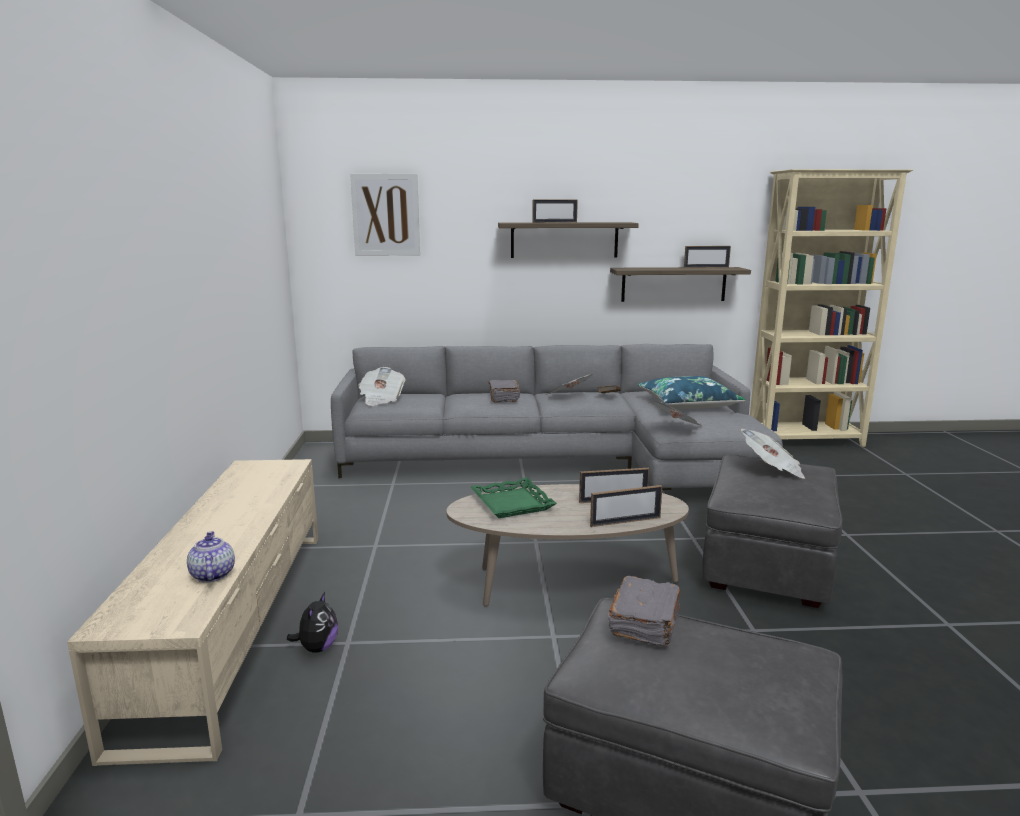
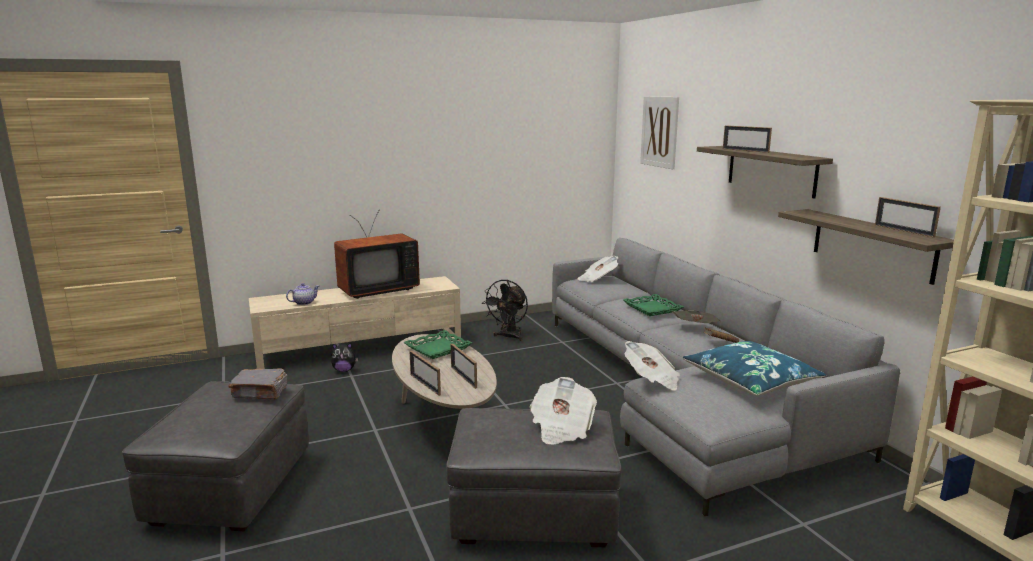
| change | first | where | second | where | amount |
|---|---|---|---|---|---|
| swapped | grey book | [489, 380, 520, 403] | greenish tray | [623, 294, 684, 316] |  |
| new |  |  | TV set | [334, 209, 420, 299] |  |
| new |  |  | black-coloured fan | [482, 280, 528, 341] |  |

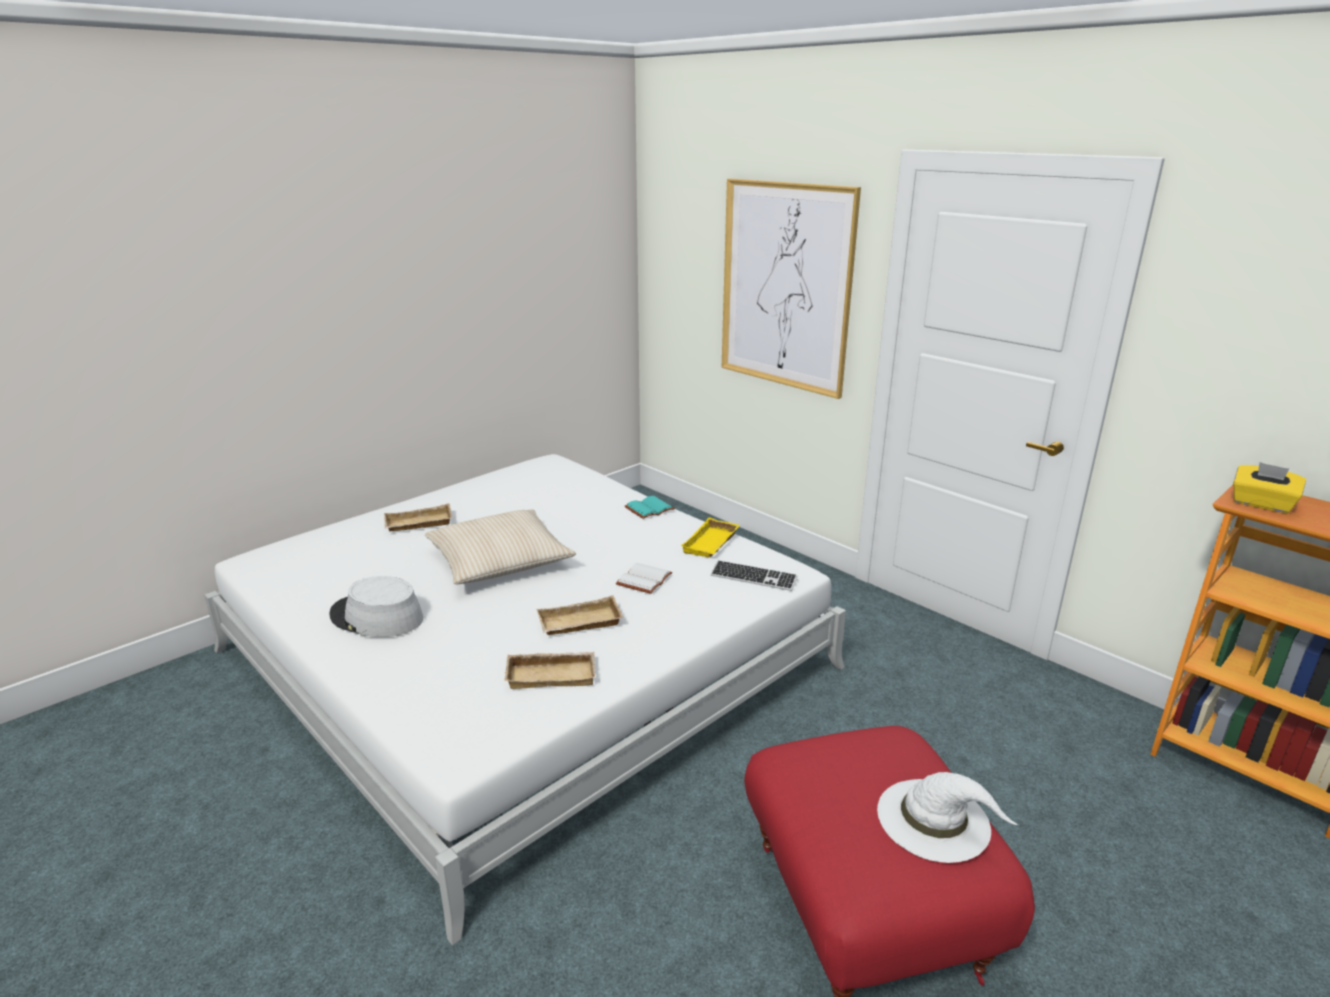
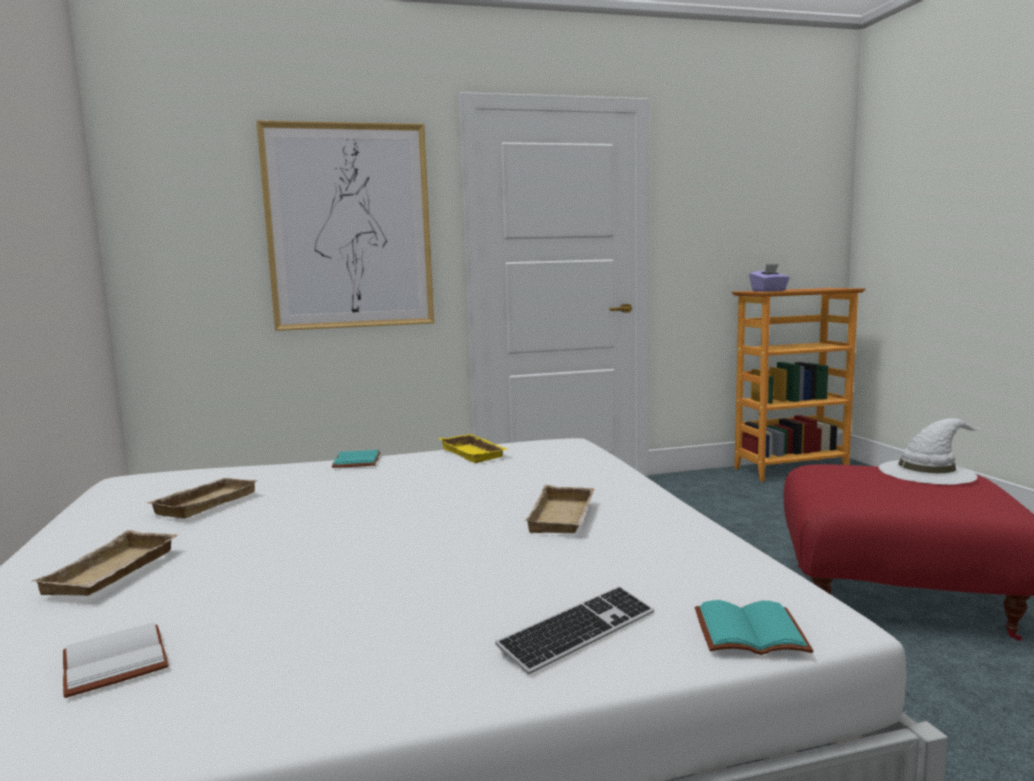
| change | first | where | second | where | amount |
|---|---|---|---|---|---|
| gone | grey wearable hat | [329, 576, 423, 637] |  |  |  |
| gone | beige-coloured pillow | [424, 509, 576, 584] |  |  |  |
| shifted | beige-coloured tray | [504, 652, 595, 689] |  | [146, 478, 257, 518] |  |
| shifted | white-coloured book | [616, 563, 672, 594] |  | [63, 622, 169, 698] |  |
| shifted | computer keyboard | [711, 560, 798, 591] |  | [495, 586, 654, 674] |  |
| repainted | yellowish tissue box | [1233, 462, 1306, 514] | purple-coloured tissue box | [749, 264, 790, 292] |  |
| new |  |  | turquoise book | [695, 600, 813, 655] |  |

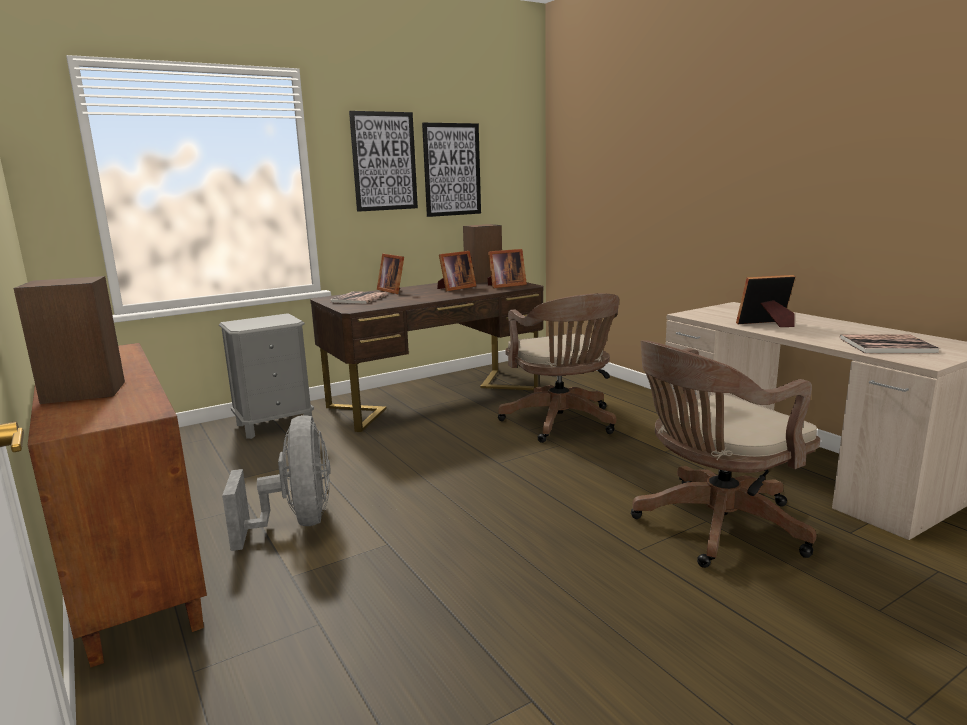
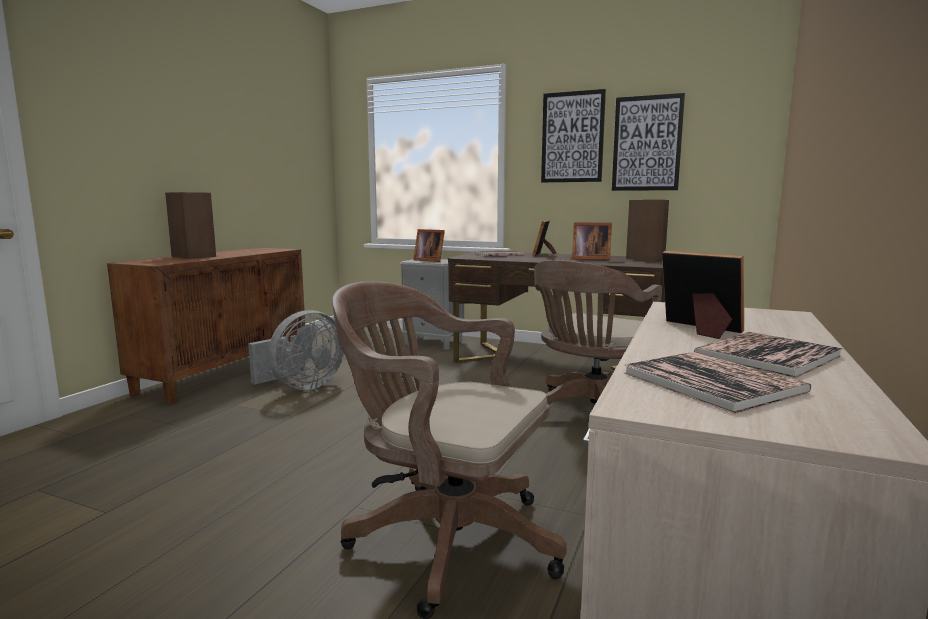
| change | first | where | second | where | amount |
|---|---|---|---|---|---|
| shifted | standing frame | [488, 249, 527, 288] |  | [413, 229, 445, 262] |  |
| new |  |  | book | [694, 332, 843, 378] |  |

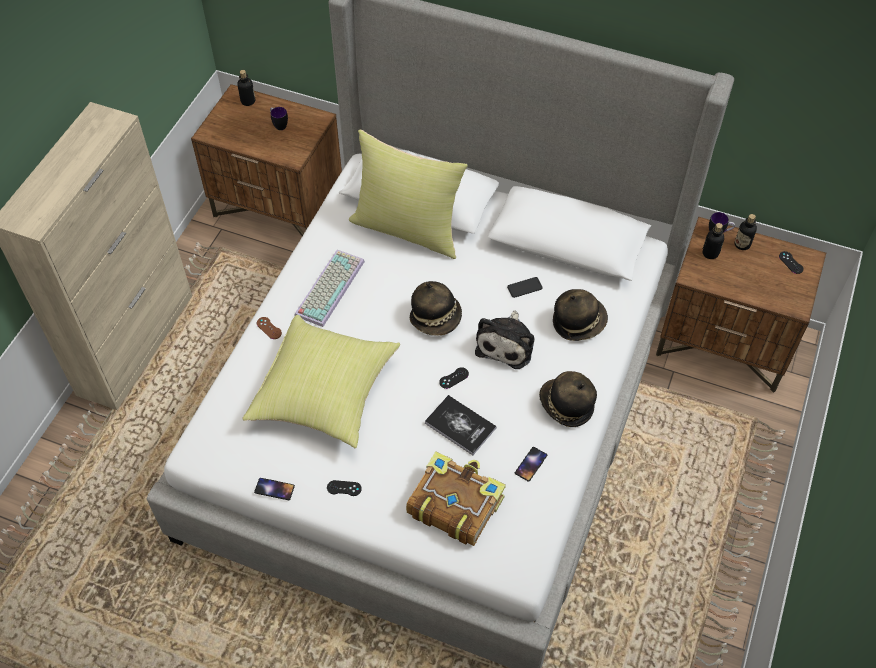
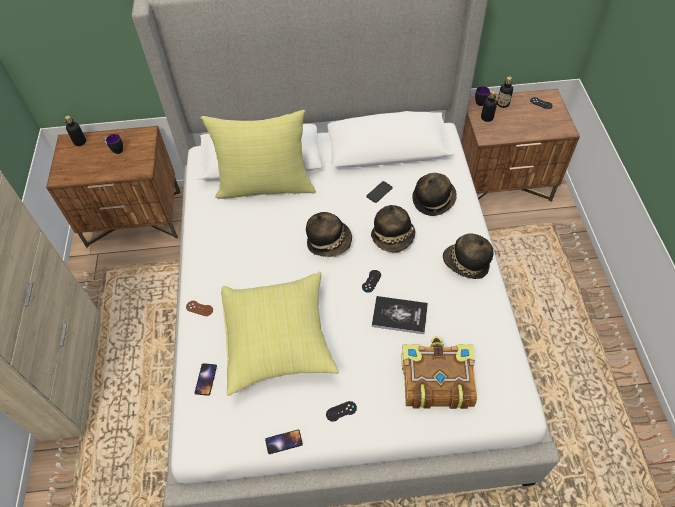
| change | first | where | second | where | amount |
|---|---|---|---|---|---|
| gone | computer keyboard | [295, 249, 365, 327] |  |  |  |
| swapped | soft toy | [475, 310, 535, 369] | wearable hat | [371, 205, 415, 252] |  |
| shifted | phone | [515, 447, 547, 482] |  | [195, 363, 217, 396] |  |

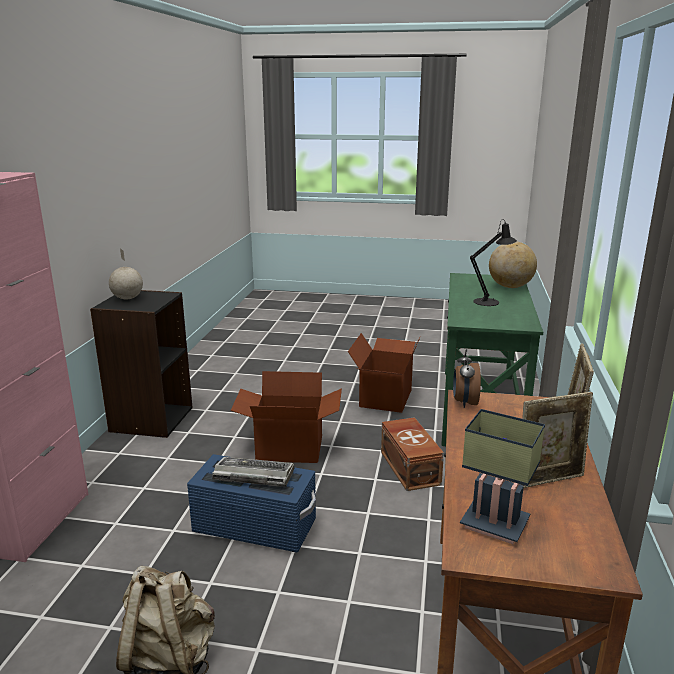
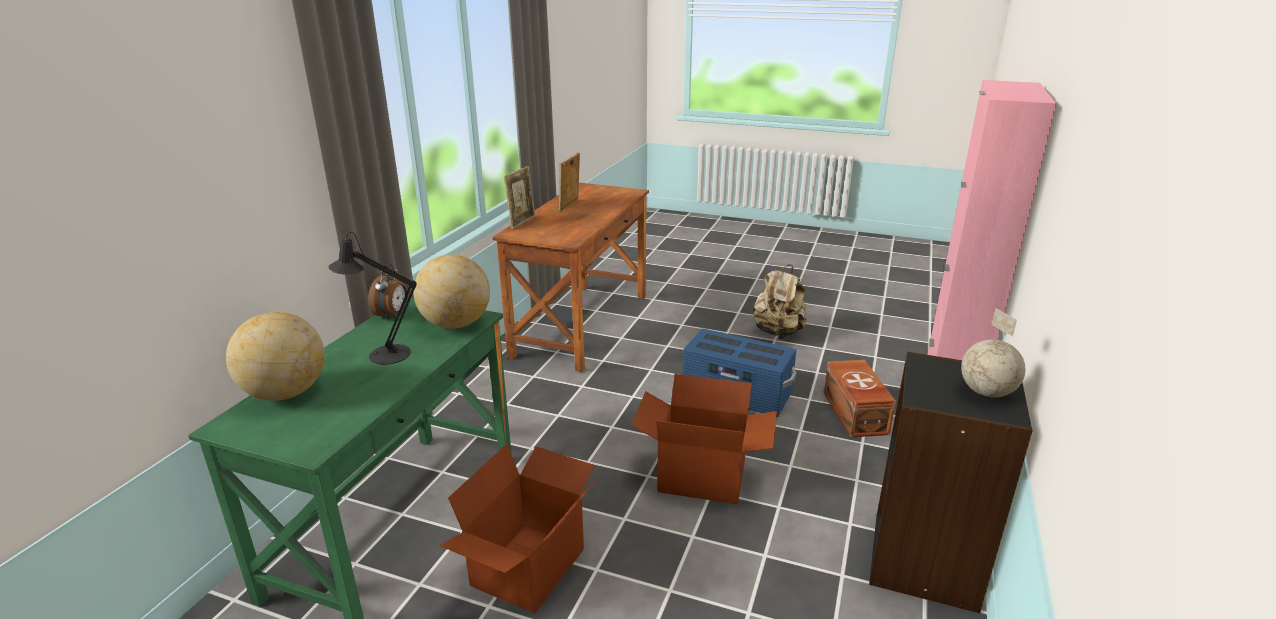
| change | first | where | second | where | amount |
|---|---|---|---|---|---|
| gone | computer keyboard | [212, 457, 294, 487] |  |  |  |
| shifted | brownish storage container | [381, 417, 444, 491] |  | [824, 360, 896, 437] |  |
| shifted | table clock | [453, 349, 481, 408] |  | [368, 264, 407, 320] |  |
| gone | tabletop lamp | [460, 409, 545, 544] |  |  |  |
| rotated | standing frame | [520, 392, 593, 488] |  | [558, 152, 580, 211] | 60 degrees counterclockwise |
| new |  |  | globe | [413, 254, 490, 329] |  |

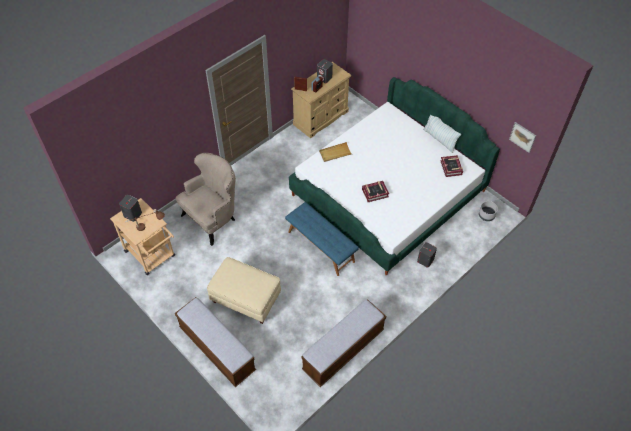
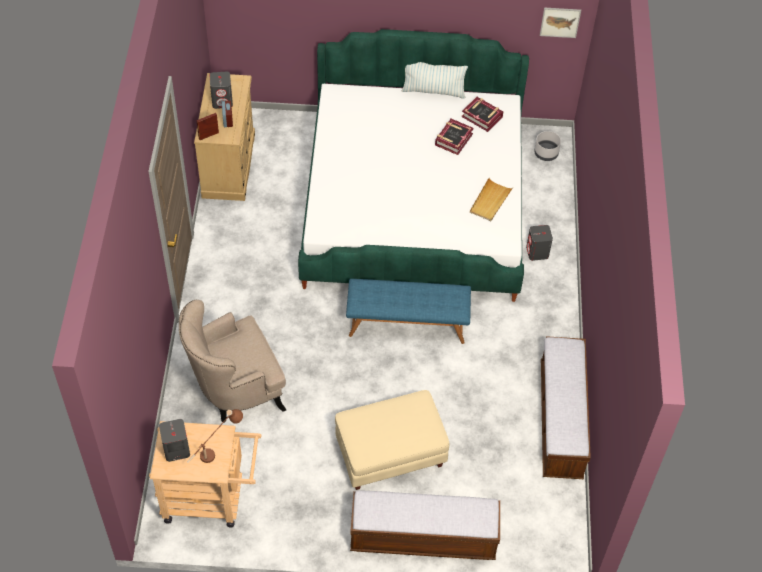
| change | first | where | second | where | amount |
|---|---|---|---|---|---|
| rotated | beige-coloured lounge chair | [176, 153, 236, 246] |  | [179, 300, 286, 422] | 120 degrees counterclockwise |
| shifted | beige-coloured tray | [319, 142, 352, 162] |  | [470, 178, 513, 221] |  |
| shifted | book | [362, 181, 389, 202] |  | [435, 119, 474, 155] |  |

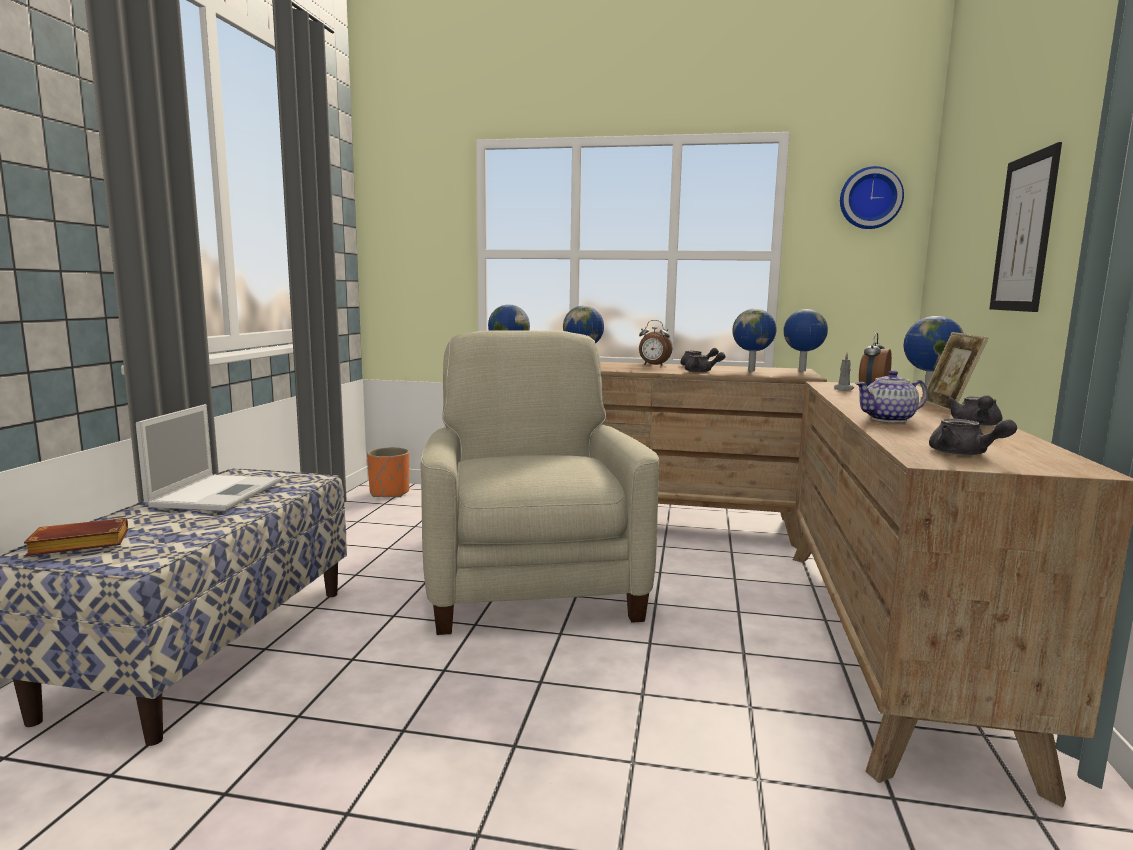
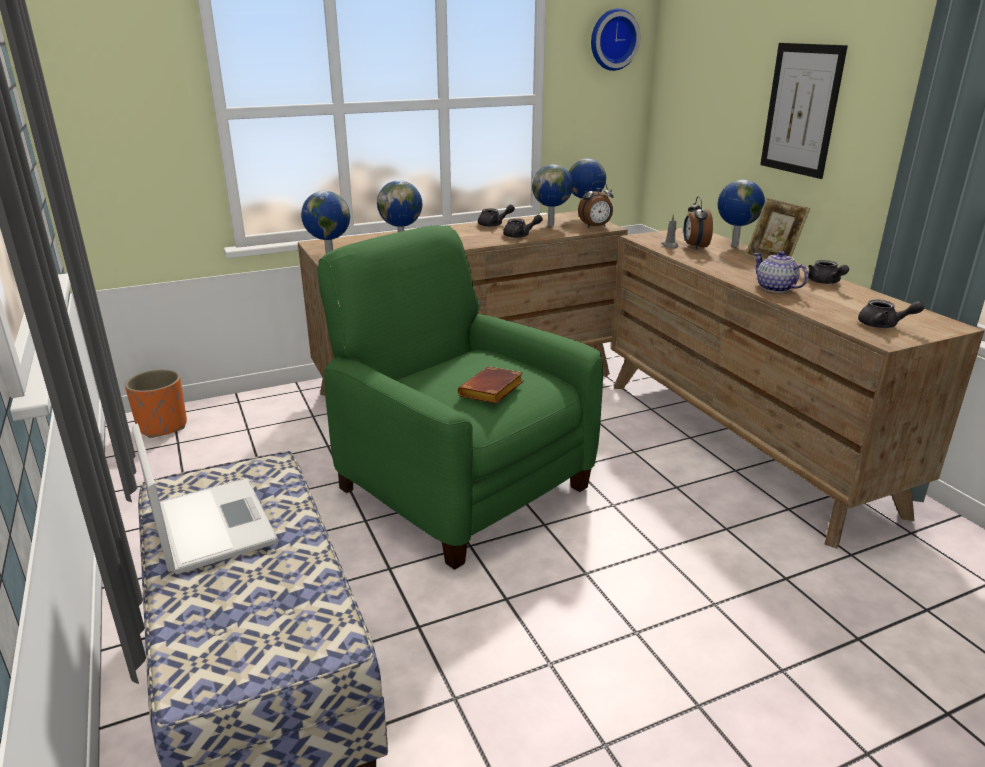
| change | first | where | second | where | amount |
|---|---|---|---|---|---|
| shifted | brownish book | [24, 518, 128, 556] |  | [458, 366, 524, 404] |  |
| repainted | beige-coloured lounge chair | [420, 330, 659, 635] | greenish lounge chair | [318, 225, 603, 570] |  |
| shifted | table clock | [639, 320, 673, 366] |  | [578, 181, 614, 228] |  |
| rotated | tea pot | [855, 370, 928, 423] |  | [753, 251, 808, 293] | 105 degrees clockwise |

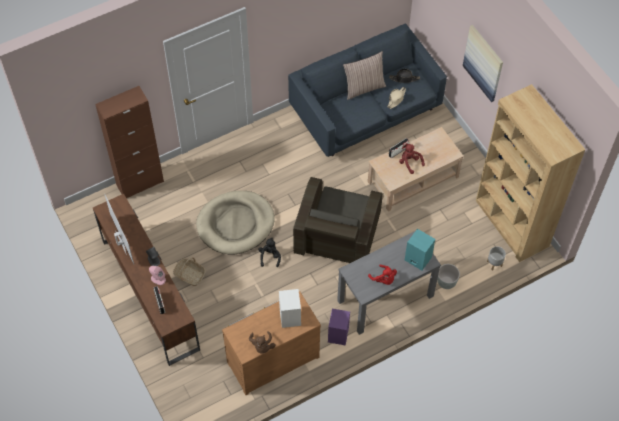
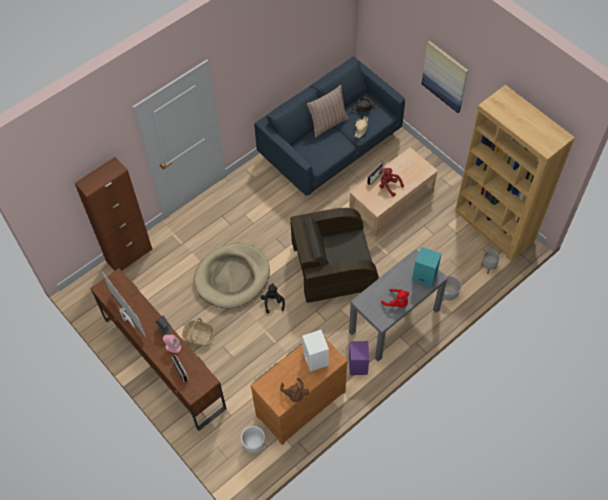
| change | first | where | second | where | amount |
|---|---|---|---|---|---|
| rotated | brownish lounge chair | [293, 177, 383, 263] |  | [290, 208, 379, 303] | 75 degrees clockwise |
| new |  |  | white-coloured flower pot | [241, 426, 265, 453] |  |

